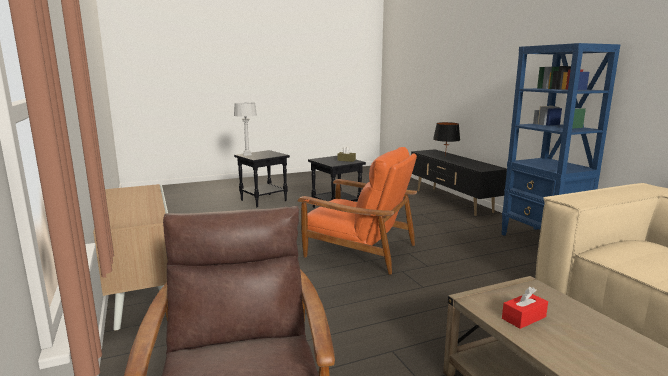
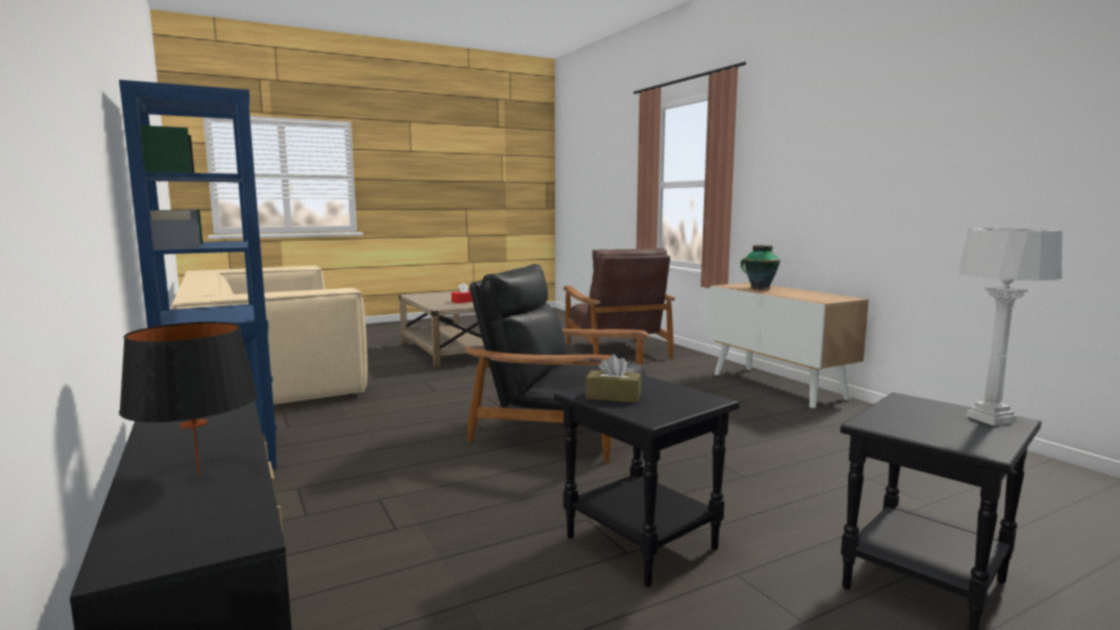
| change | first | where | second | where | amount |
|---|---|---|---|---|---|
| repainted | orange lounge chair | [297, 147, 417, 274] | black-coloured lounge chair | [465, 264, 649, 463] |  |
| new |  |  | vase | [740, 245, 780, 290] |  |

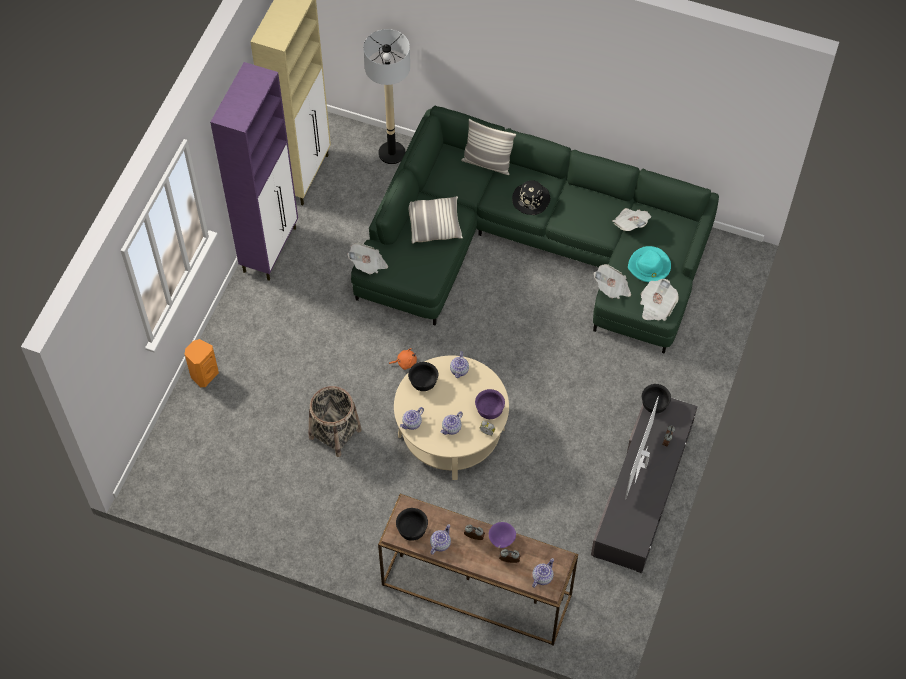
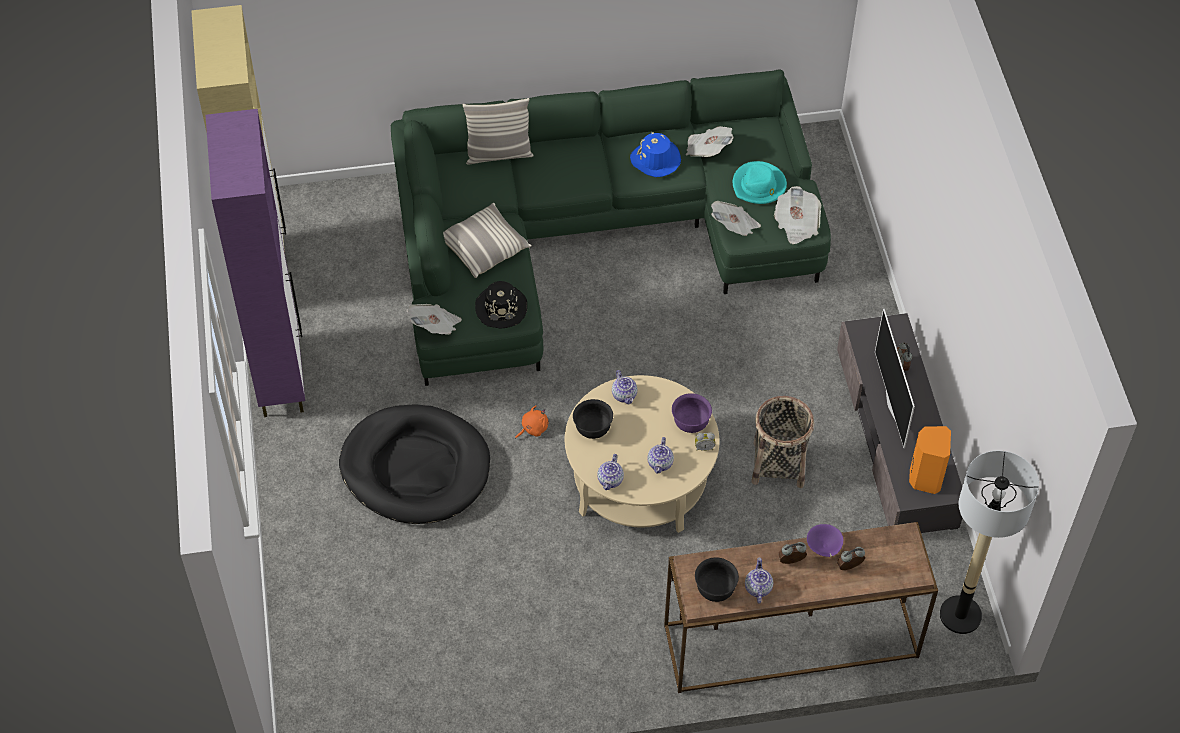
| change | first | where | second | where | amount |
|---|---|---|---|---|---|
| shifted | orange audio speaker | [185, 339, 219, 387] |  | [909, 426, 951, 494] |  |
| shifted | storage basket | [309, 386, 362, 457] |  | [751, 396, 814, 488] |  |
| shifted | standard lamp | [363, 29, 410, 164] |  | [940, 451, 1039, 634] |  |
| shifted | black-coloured wearable hat | [512, 180, 550, 215] |  | [475, 281, 527, 329] |  |
| gone | tea pot | [532, 558, 554, 588] |  |  |  |
| gone | black-coloured serving bowl | [642, 384, 671, 414] |  |  |  |
| new |  |  | black-coloured dog bed | [339, 404, 490, 524] |  |
| new |  |  | blue-coloured wearable hat | [630, 132, 681, 177] |  |

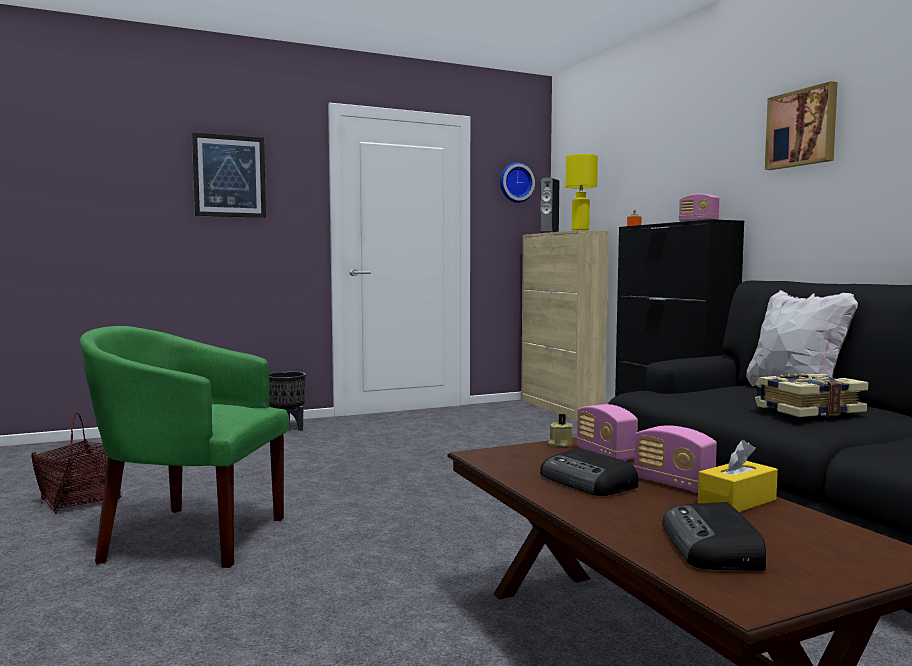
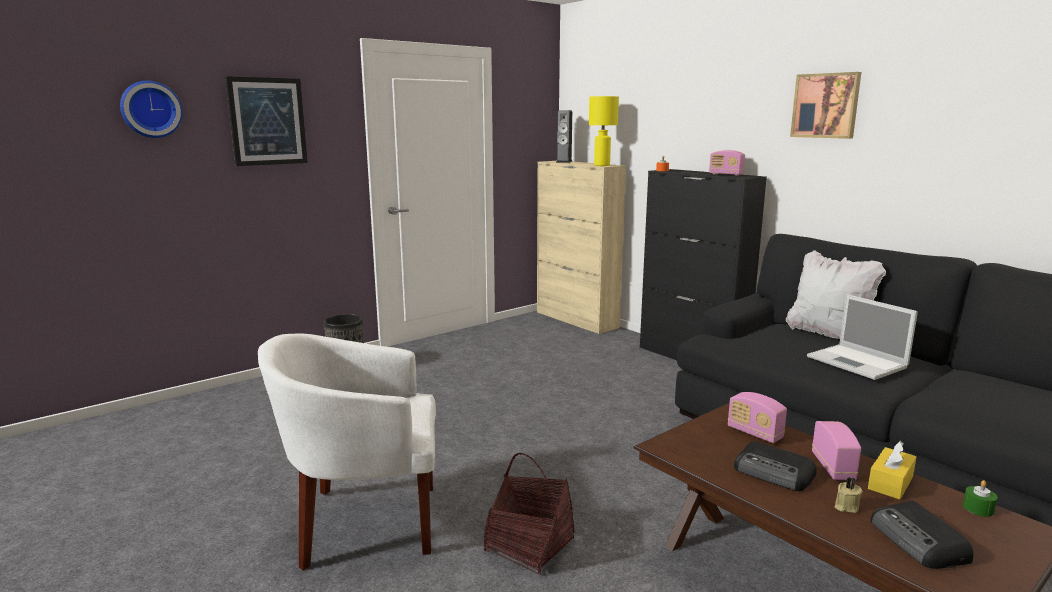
| change | first | where | second | where | amount |
|---|---|---|---|---|---|
| shifted | storage basket | [31, 412, 123, 514] |  | [484, 453, 575, 575] |  |
| repainted | greenish lounge chair | [80, 326, 290, 568] | white-coloured lounge chair | [258, 334, 436, 571] |  |
| shifted | clock on the wall | [500, 162, 535, 203] |  | [120, 81, 183, 138] |  |
| shifted | beige-coloured wax light | [548, 414, 573, 447] |  | [835, 477, 863, 513] |  |
| rotated | radio receiver | [634, 425, 717, 493] |  | [812, 421, 861, 480] | 120 degrees counterclockwise |
| swapped | book | [755, 374, 868, 417] | notebook computer | [807, 294, 918, 380] |  |
| new |  |  | greenish wax light | [963, 480, 998, 517] |  |

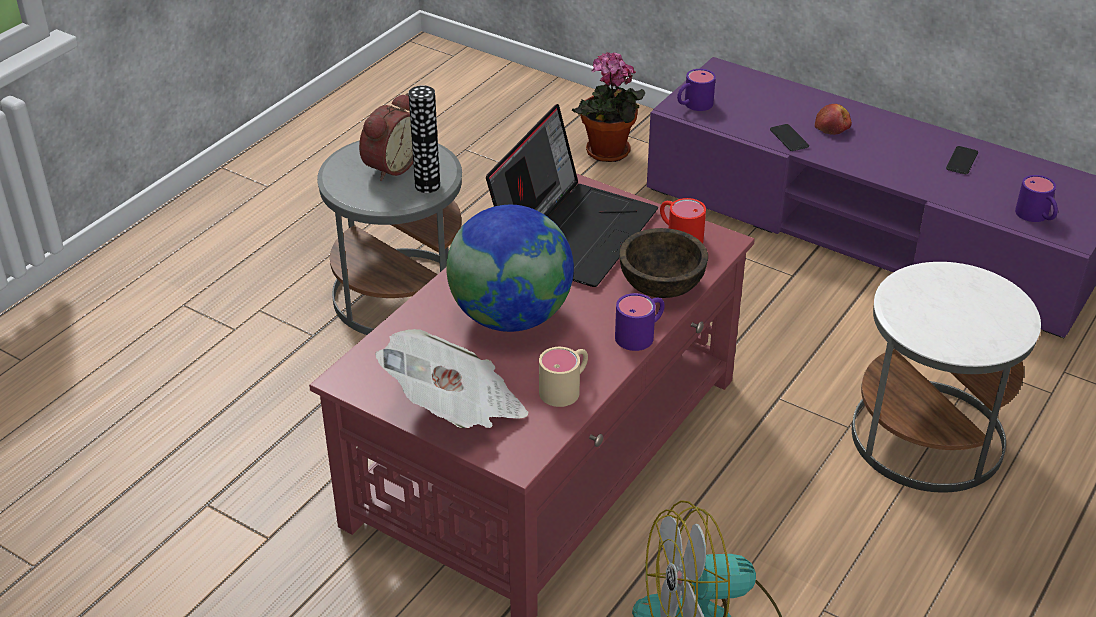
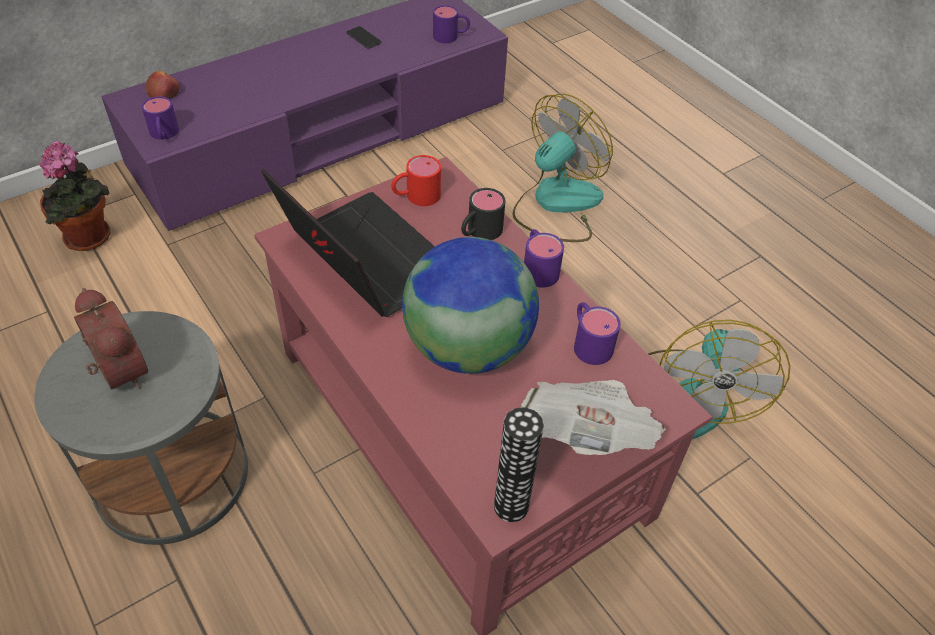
| change | first | where | second | where | amount |
|---|---|---|---|---|---|
| shifted | vase | [408, 85, 440, 193] |  | [494, 407, 544, 522] |  |
| repainted | beige-coloured mug | [539, 347, 588, 407] | purple-coloured mug | [574, 302, 621, 365] |  |
| swapped | brownish serving bowl | [619, 228, 708, 298] | black-coloured mug | [461, 188, 505, 240] |  |
| gone | phone | [770, 124, 809, 151] |  |  |  |
| shifted | whole apple | [815, 104, 852, 135] |  | [145, 71, 180, 99] |  |
| swapped | white-coloured accent table | [852, 262, 1041, 493] | fan | [513, 94, 613, 242] |  |

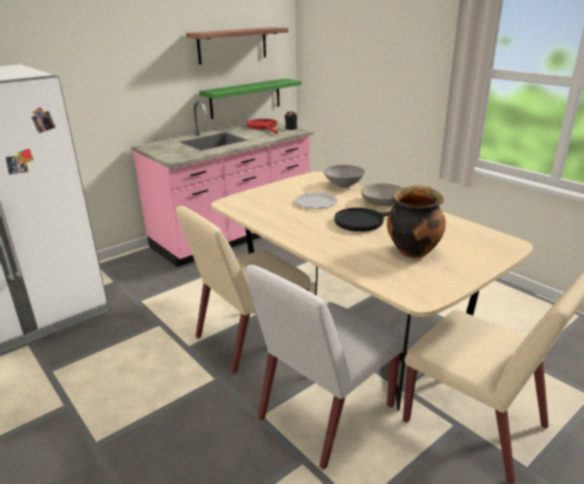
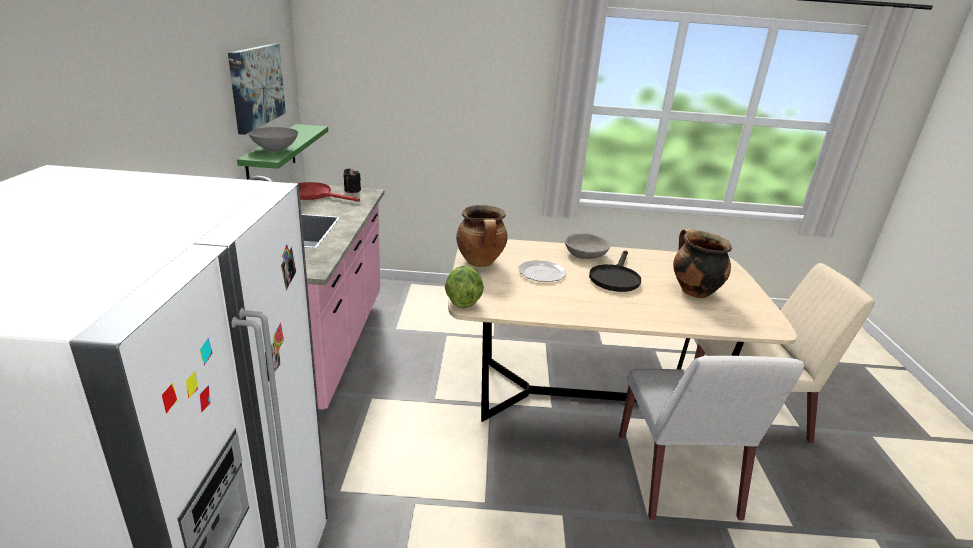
| change | first | where | second | where | amount |
|---|---|---|---|---|---|
| gone | beige-coloured upright chair | [176, 206, 311, 374] |  |  |  |
| swapped | bracket shelf | [186, 27, 288, 65] | wall picture | [228, 43, 286, 135] |  |
| shifted | grey serving bowl | [324, 165, 365, 188] |  | [248, 127, 298, 152] |  |
| new |  |  | lettuce | [445, 266, 484, 308] |  |
| new |  |  | cooking pot | [456, 205, 508, 267] |  |

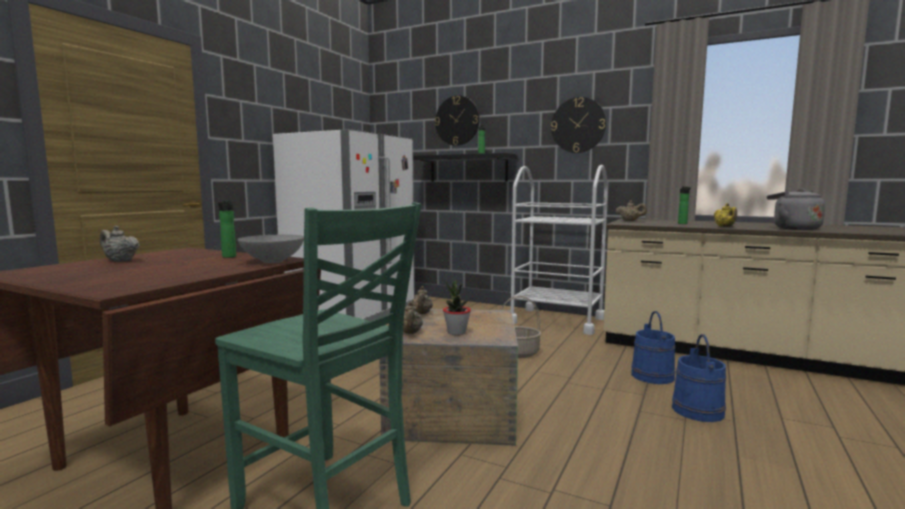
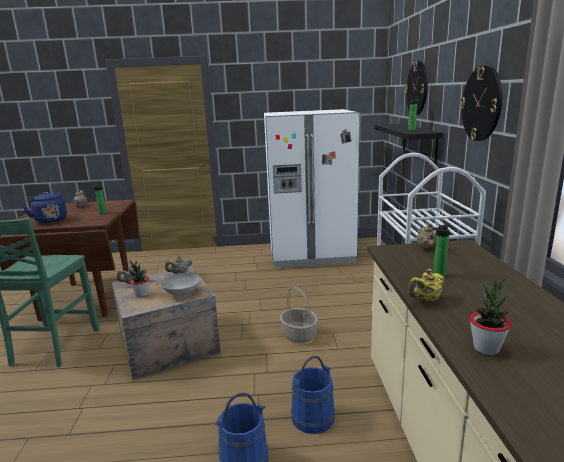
| change | first | where | second | where | amount |
|---|---|---|---|---|---|
| shifted | grey serving bowl | [237, 235, 304, 263] |  | [161, 273, 200, 297] |  |
| swapped | grey water kettle | [767, 189, 825, 230] | potted plant | [469, 279, 511, 355] |  |
| new |  |  | blue-coloured water kettle | [23, 191, 67, 224] |  |

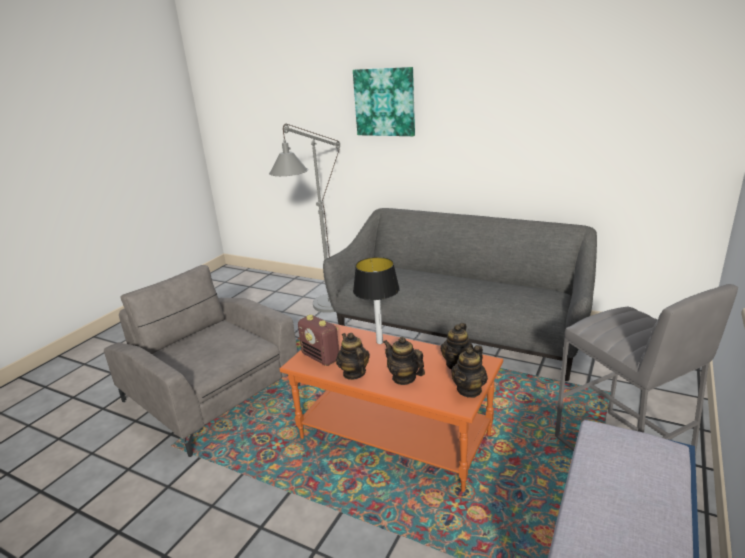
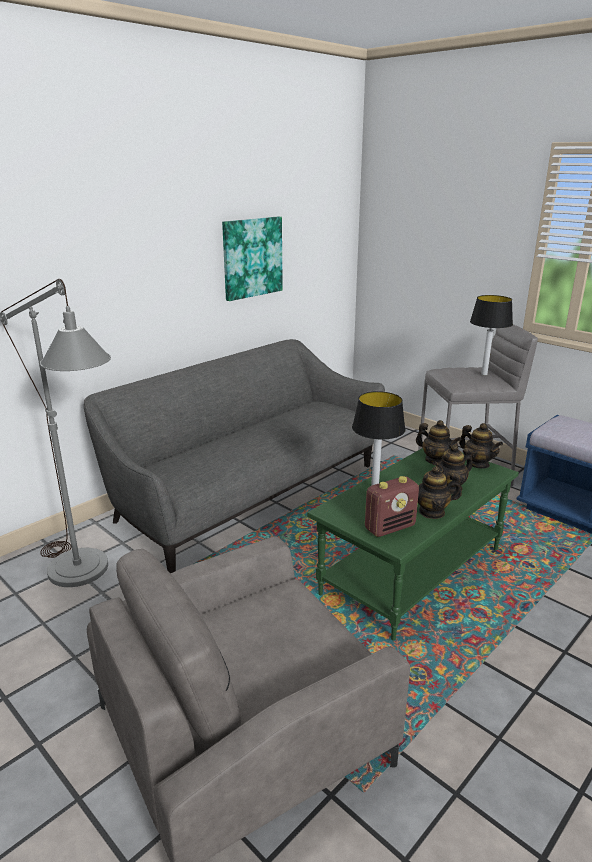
| change | first | where | second | where | amount |
|---|---|---|---|---|---|
| repainted | orange low table | [280, 323, 503, 492] | greenish low table | [307, 448, 519, 640] |  |
| shifted | wall picture | [353, 67, 415, 136] |  | [222, 216, 283, 301] |  |
| new |  |  | tabletop lamp | [470, 295, 513, 376] |  |

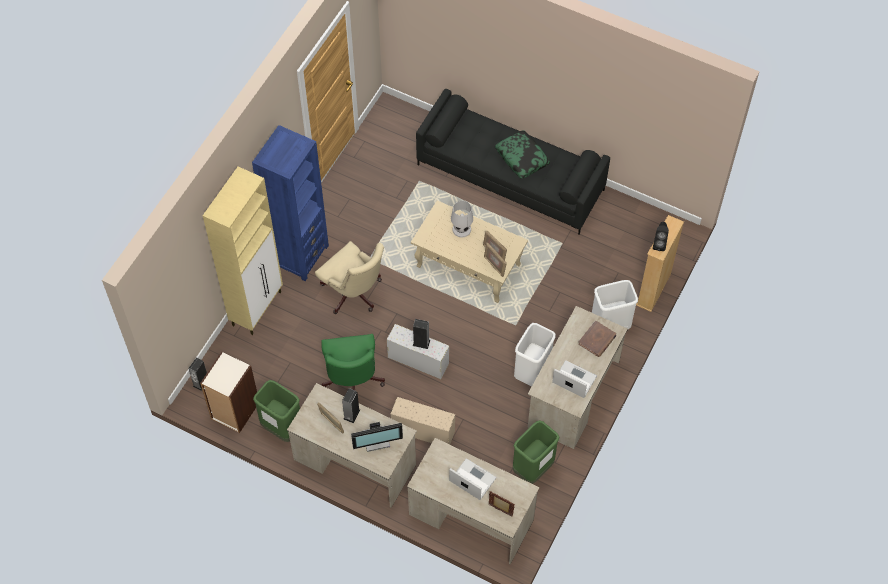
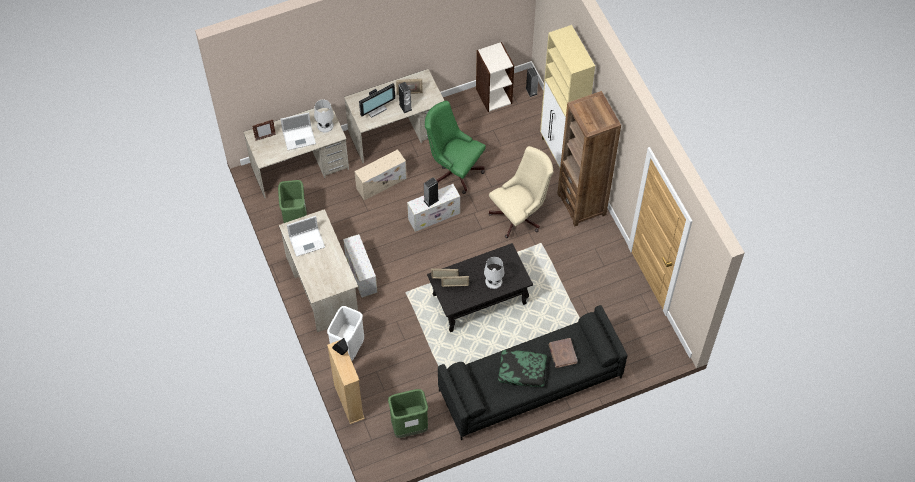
| change | first | where | second | where | amount |
|---|---|---|---|---|---|
| repainted | blue-coloured bookcase | [252, 125, 329, 281] | brownish bookcase | [557, 91, 621, 226] |  |
| shifted | greenish rubbish bin | [253, 380, 300, 442] |  | [388, 389, 428, 438] |  |
| rotated | beige-coloured computer chair | [315, 241, 384, 314] |  | [488, 146, 554, 238] | 150 degrees clockwise |
| rotated | computer display | [351, 422, 403, 452] |  | [359, 83, 395, 118] | 150 degrees counterclockwise |
| repainted | beige-coloured low table | [411, 200, 528, 303] | black-coloured low table | [427, 243, 533, 332] |  |
| swapped | white-coloured rubbish bin | [514, 323, 556, 386] | white-coloured storage container | [343, 234, 378, 298] |  |
| shifted | brownish book | [578, 320, 617, 357] |  | [549, 338, 578, 368] |  |
| new |  |  | white-coloured tabletop lamp | [314, 100, 334, 132] |  |

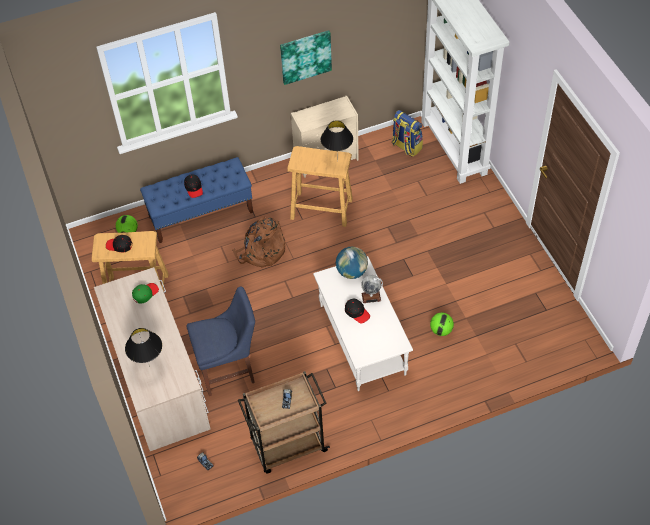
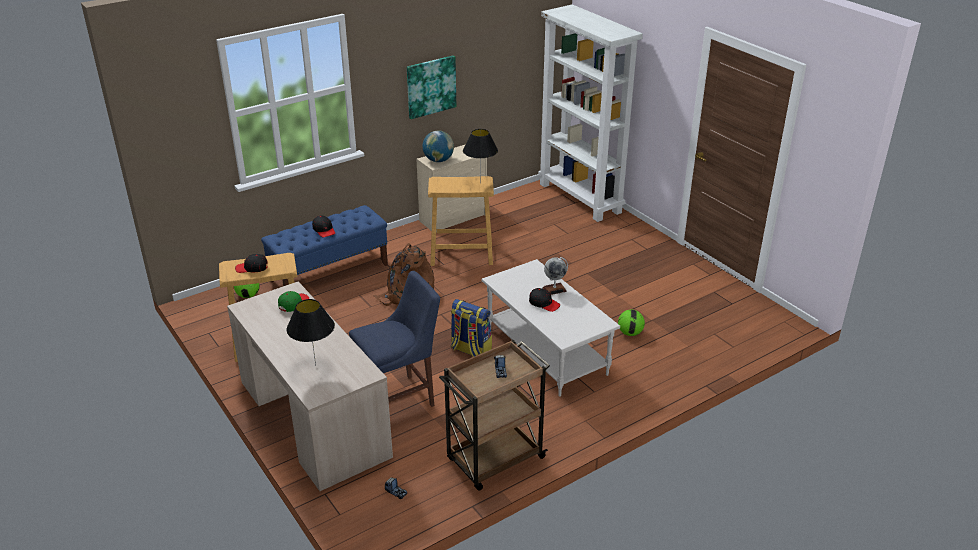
| change | first | where | second | where | amount |
|---|---|---|---|---|---|
| shifted | globe | [336, 246, 368, 279] |  | [423, 130, 454, 162] |  |
| shifted | rucksack | [392, 110, 423, 157] |  | [451, 299, 492, 357] |  |

